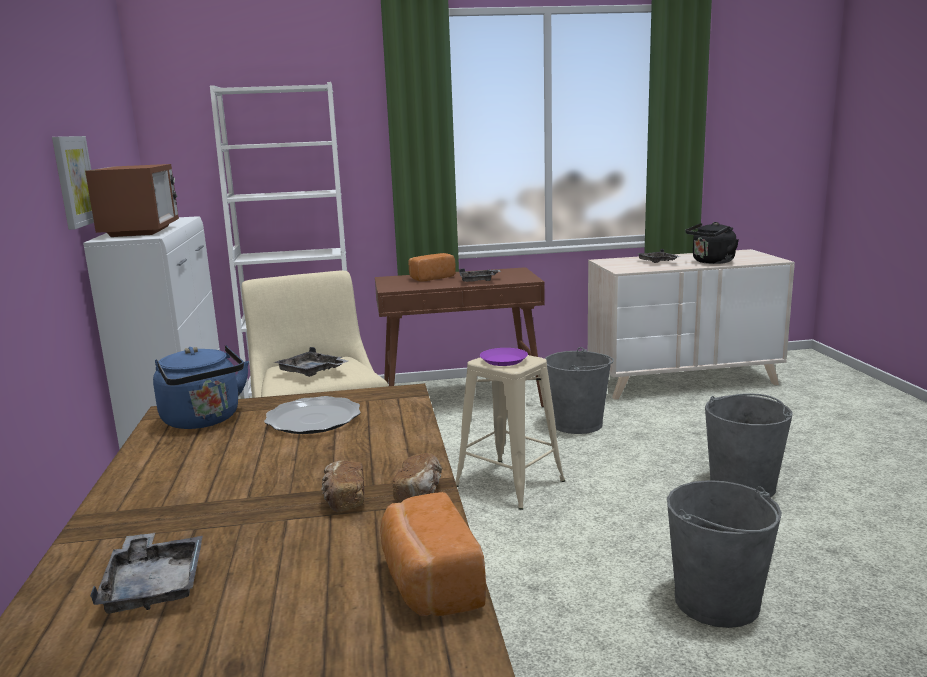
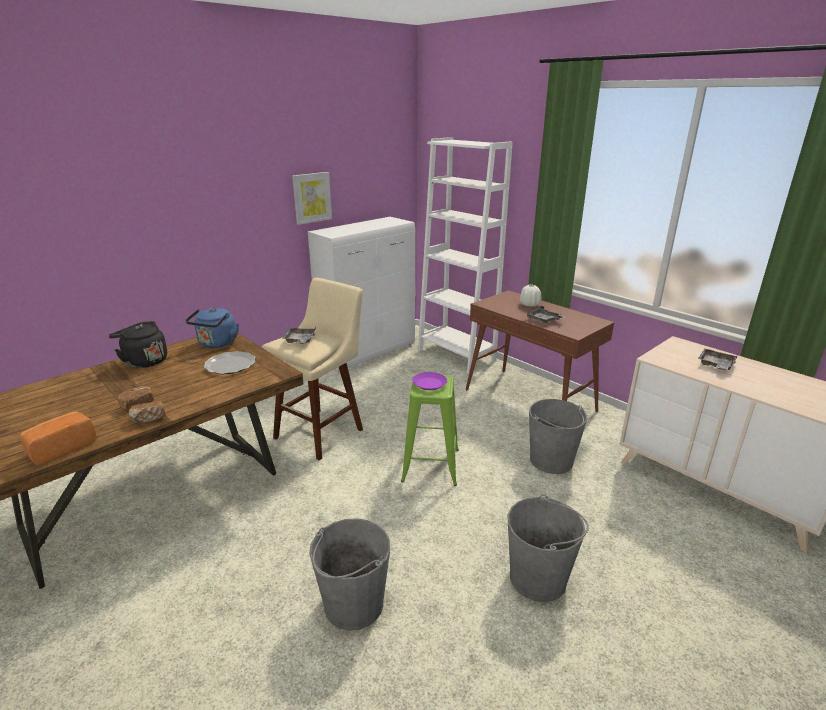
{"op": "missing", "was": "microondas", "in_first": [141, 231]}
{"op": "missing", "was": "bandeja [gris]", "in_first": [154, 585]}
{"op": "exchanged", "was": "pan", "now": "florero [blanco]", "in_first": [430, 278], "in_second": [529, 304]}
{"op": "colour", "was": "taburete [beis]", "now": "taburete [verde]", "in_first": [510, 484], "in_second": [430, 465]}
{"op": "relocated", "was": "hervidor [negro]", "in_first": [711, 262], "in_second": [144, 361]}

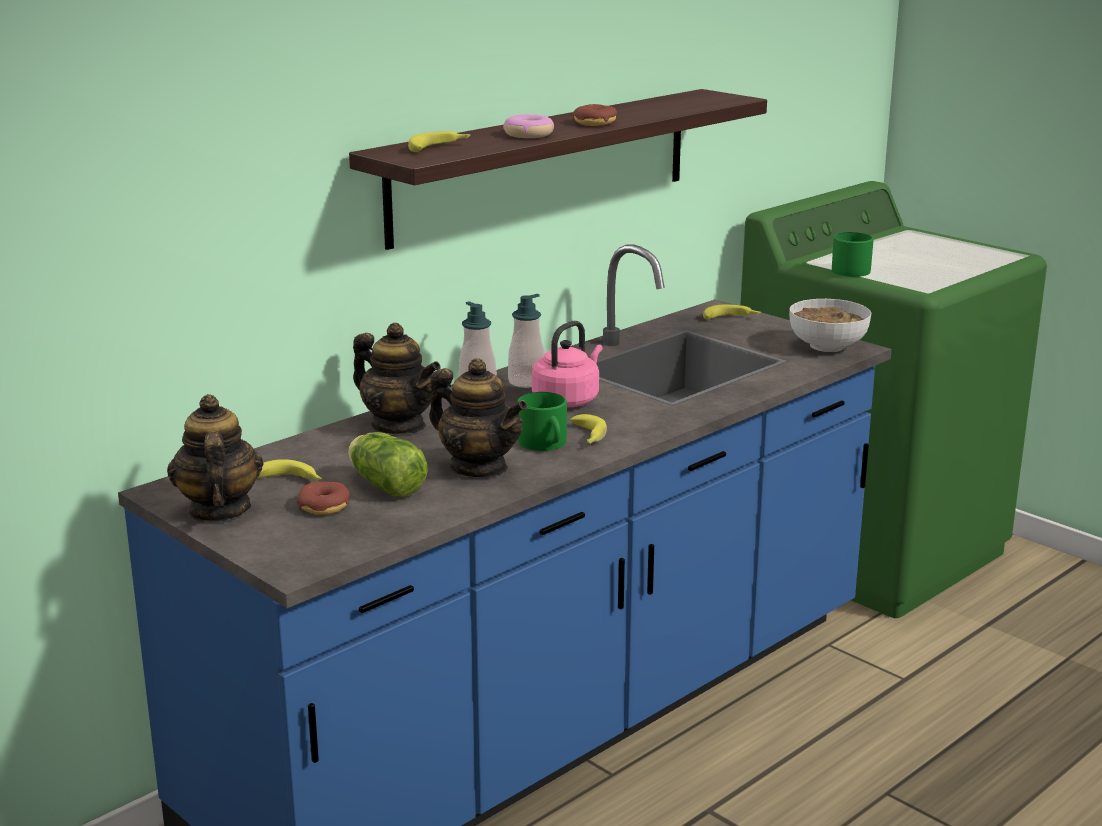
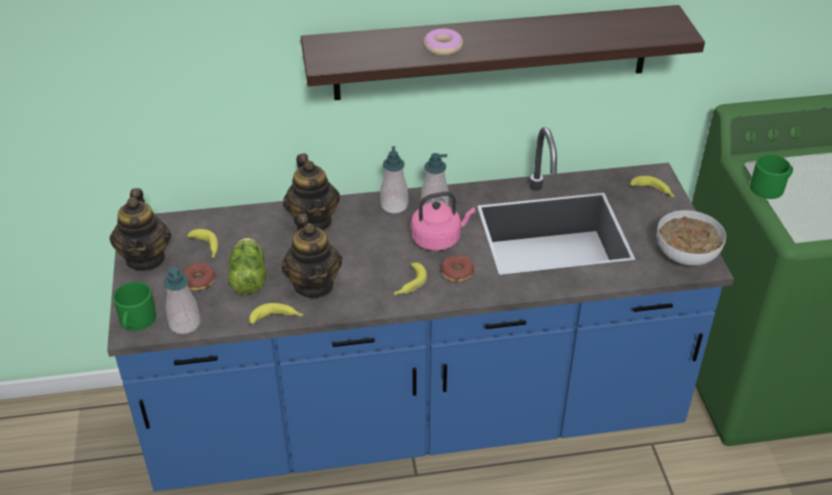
{"op": "spun", "was": "tetera", "in_first": [218, 510], "in_second": [146, 258], "clockwise": 150}
{"op": "relocated", "was": "plátano", "in_first": [439, 148], "in_second": [277, 318]}
{"op": "relocated", "was": "taza grande [verde]", "in_first": [545, 443], "in_second": [136, 321]}
{"op": "relocated", "was": "rosquilla", "in_first": [595, 123], "in_second": [457, 272]}
{"op": "appeared", "now": "dispensador de jabón", "in_second": [185, 324]}

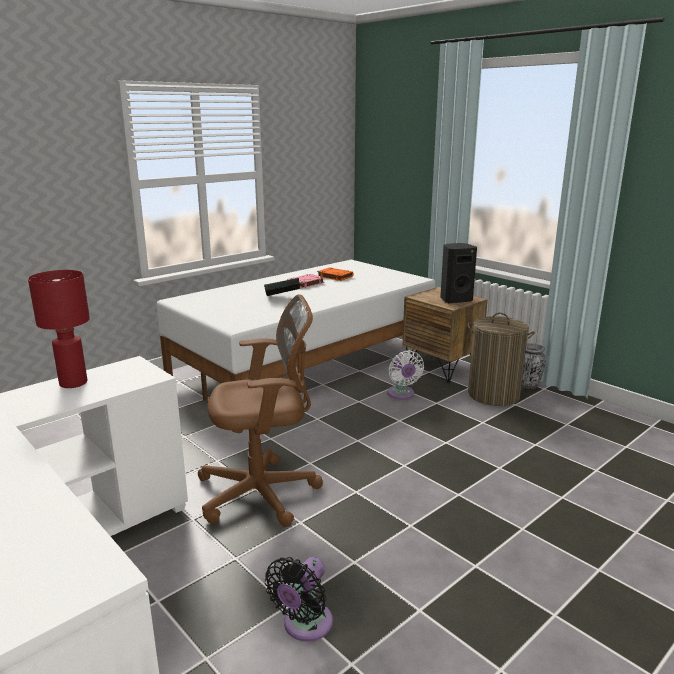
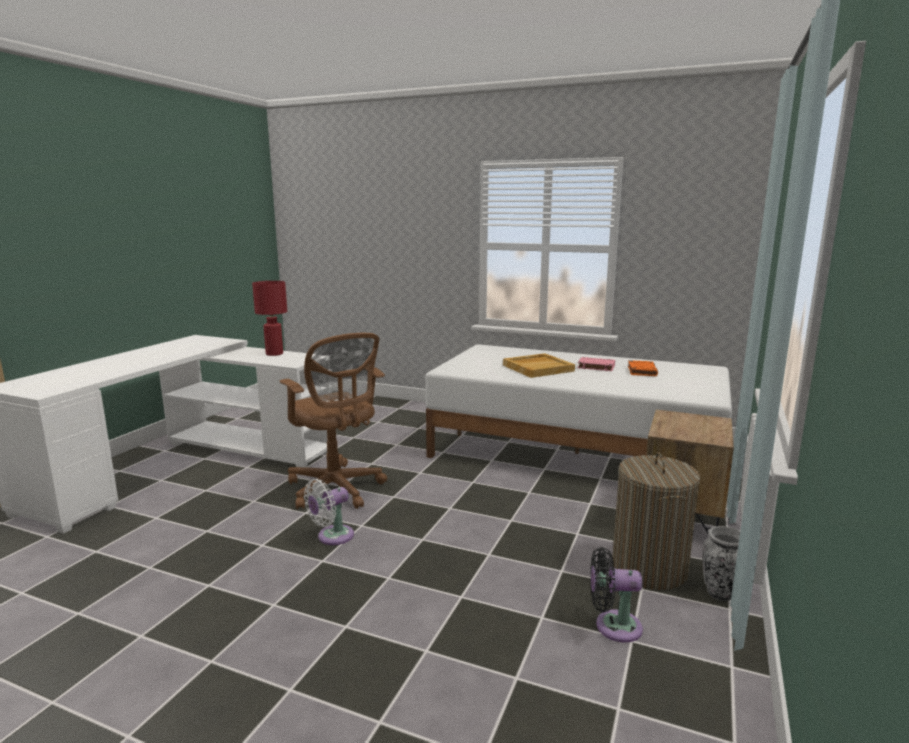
{"op": "exchanged", "was": "libro", "now": "bandeja [beis]", "in_first": [282, 298], "in_second": [538, 368]}
{"op": "relocated", "was": "ventilador [negro]", "in_first": [304, 625], "in_second": [613, 626]}
{"op": "relocated", "was": "ventilador [blanco]", "in_first": [401, 394], "in_second": [332, 537]}
{"op": "missing", "was": "altavoz [negro]", "in_first": [455, 300]}

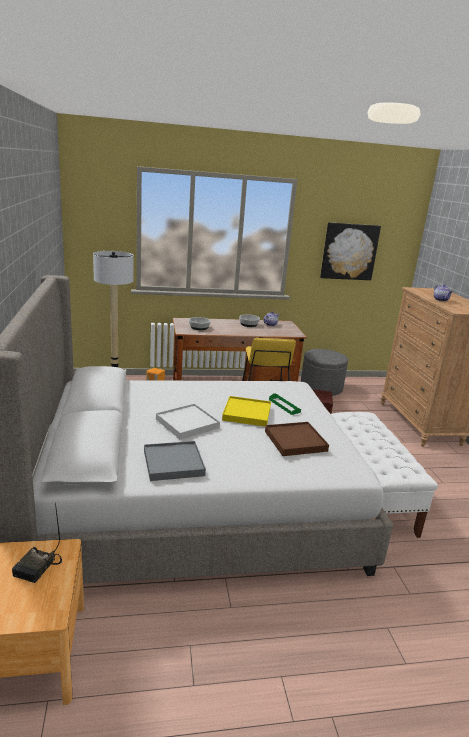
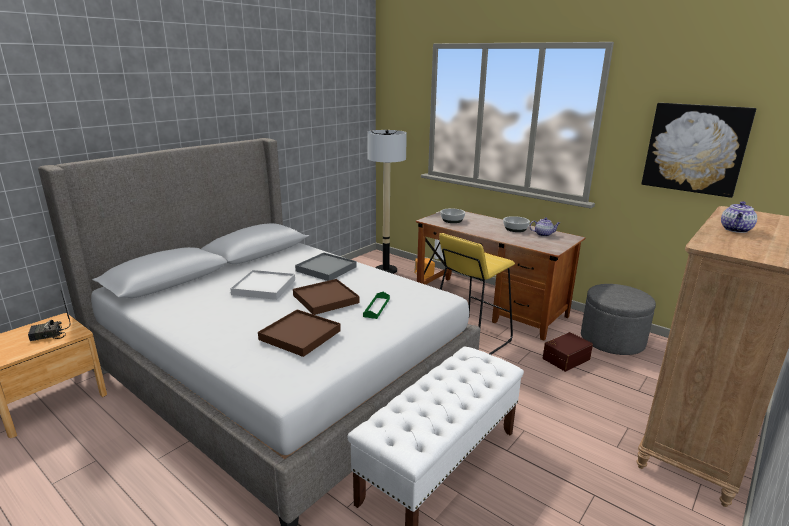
{"op": "relocated", "was": "bandeja [gris]", "in_first": [173, 463], "in_second": [326, 269]}
{"op": "colour", "was": "bandeja [amarillo]", "now": "bandeja [marrón]", "in_first": [246, 413], "in_second": [325, 299]}

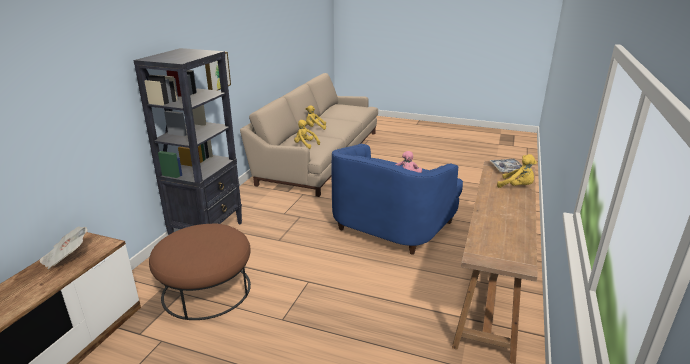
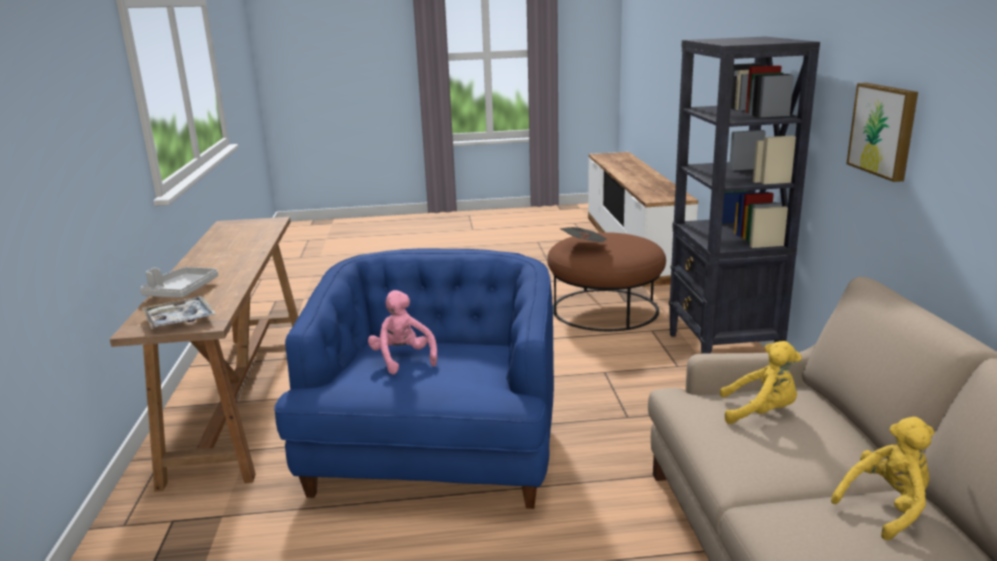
{"op": "relocated", "was": "periódico", "in_first": [66, 257], "in_second": [585, 247]}
{"op": "exchanged", "was": "peluche [amarillo]", "now": "bandeja [gris]", "in_first": [517, 187], "in_second": [181, 291]}

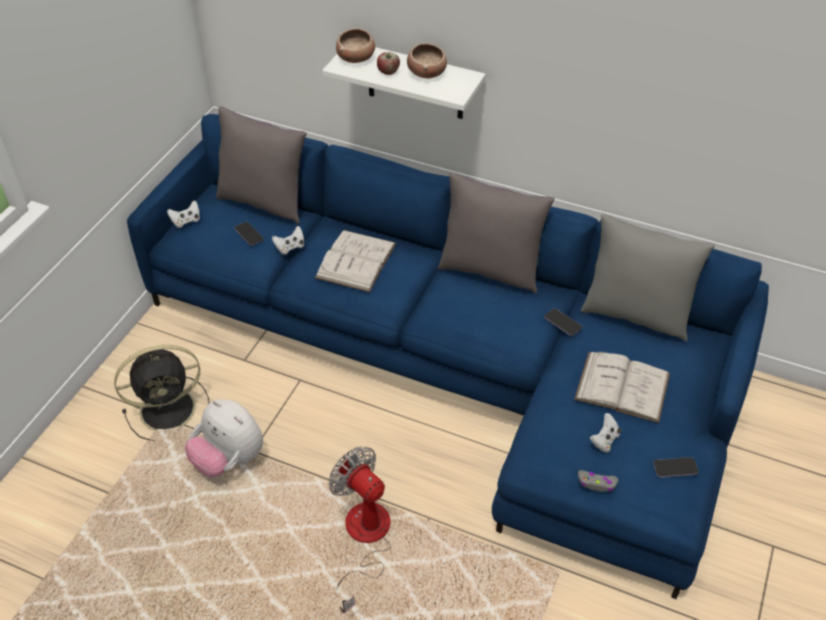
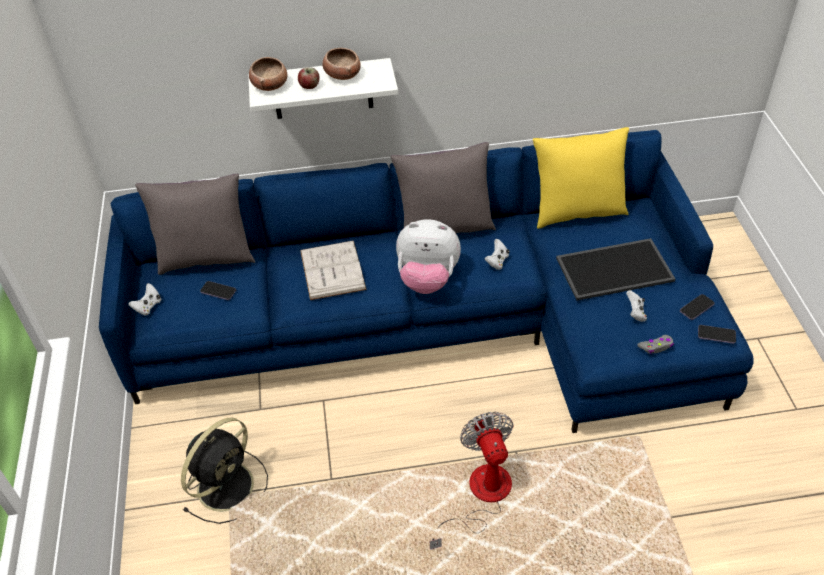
{"op": "relocated", "was": "peluche", "in_first": [229, 459], "in_second": [427, 279]}
{"op": "relocated", "was": "mando de consola [blanco]", "in_first": [290, 247], "in_second": [497, 261]}
{"op": "spun", "was": "ventilador", "in_first": [364, 539], "in_second": [481, 496], "clockwise": 60}
{"op": "relocated", "was": "móvil", "in_first": [562, 323], "in_second": [716, 335]}
{"op": "exchanged", "was": "libro [blanco]", "now": "bandeja", "in_first": [622, 386], "in_second": [615, 268]}
{"op": "colour", "was": "cojín [gris]", "now": "cojín [amarillo]", "in_first": [635, 314], "in_second": [577, 212]}

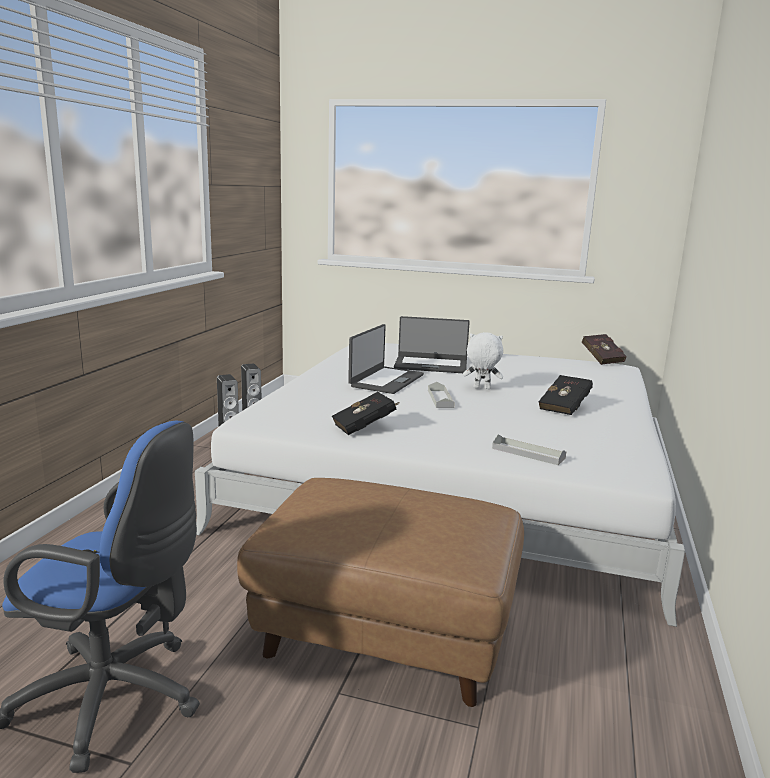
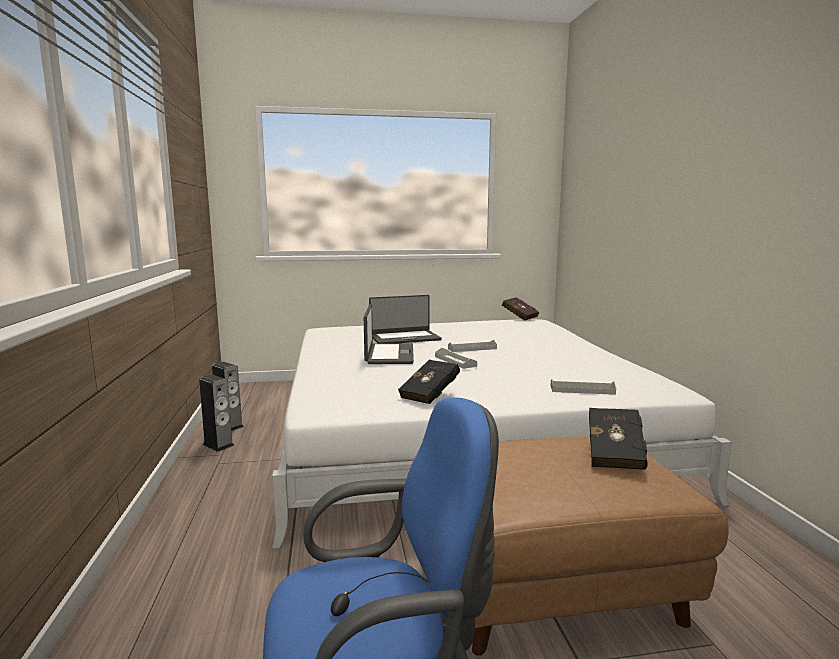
{"op": "exchanged", "was": "peluche [blanco]", "now": "bandeja [gris]", "in_first": [481, 388], "in_second": [472, 348]}
{"op": "relocated", "was": "libro [negro]", "in_first": [566, 407], "in_second": [615, 454]}

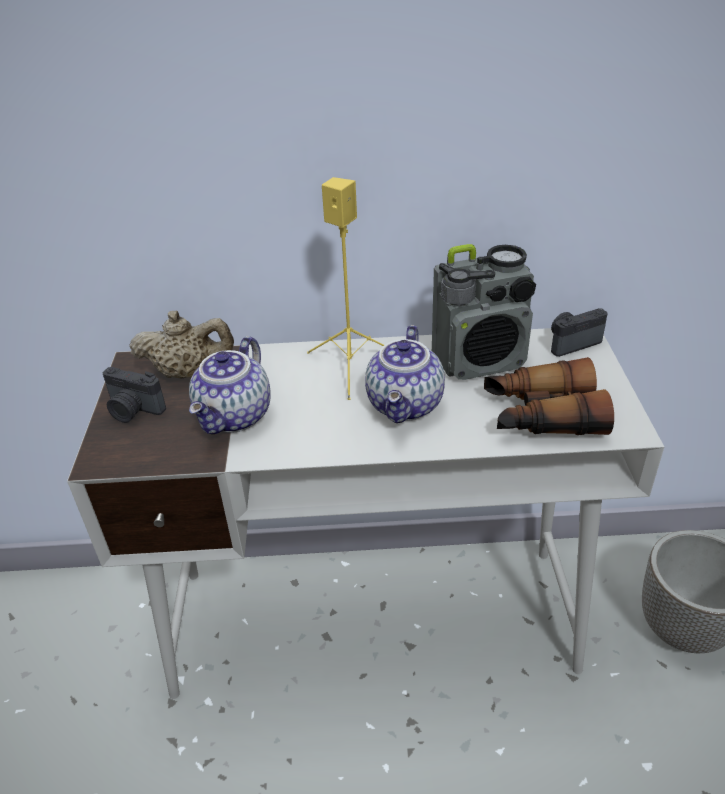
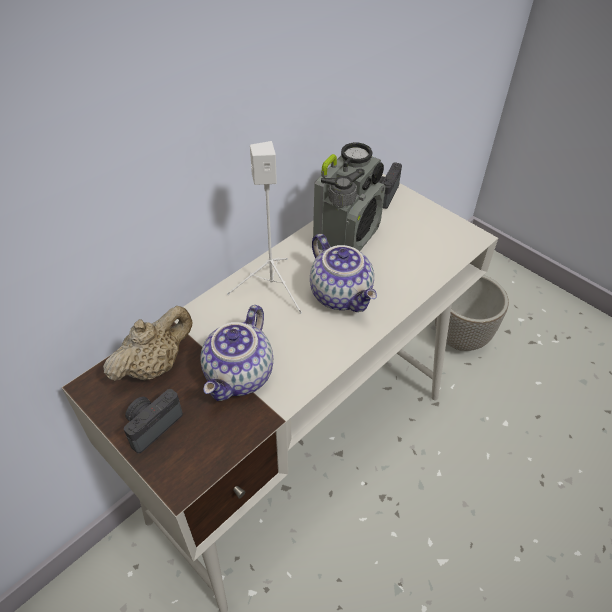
{"op": "spun", "was": "cámara", "in_first": [133, 410], "in_second": [151, 425], "clockwise": 150}
{"op": "spun", "was": "tetera", "in_first": [236, 417], "in_second": [240, 376], "clockwise": 45}
{"op": "colour", "was": "altavoz [amarillo]", "now": "altavoz [blanco]", "in_first": [351, 366], "in_second": [271, 287]}
{"op": "missing", "was": "prismáticos", "in_first": [541, 415]}

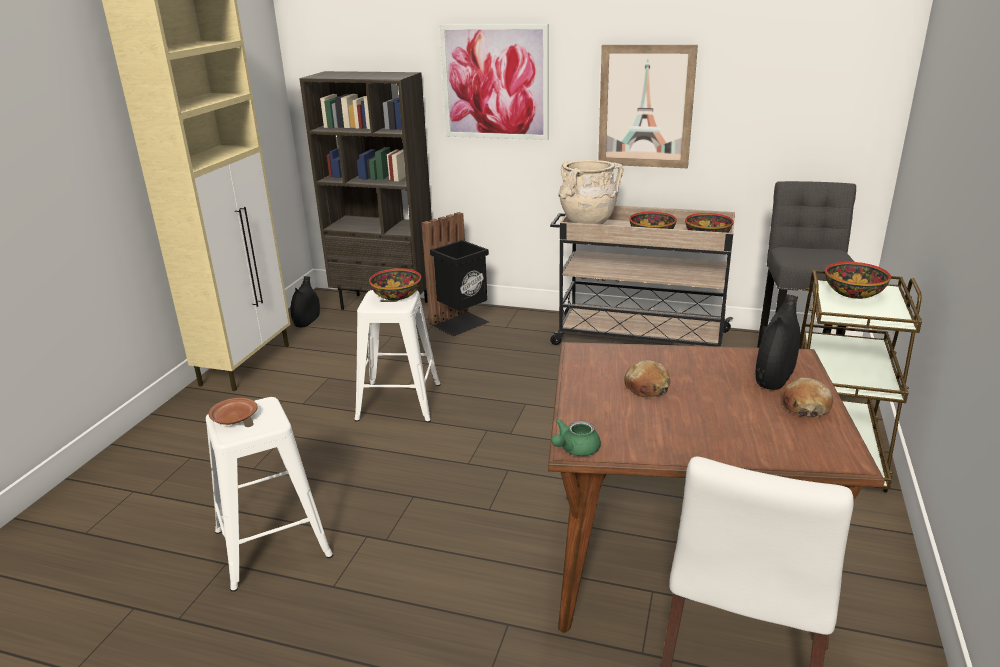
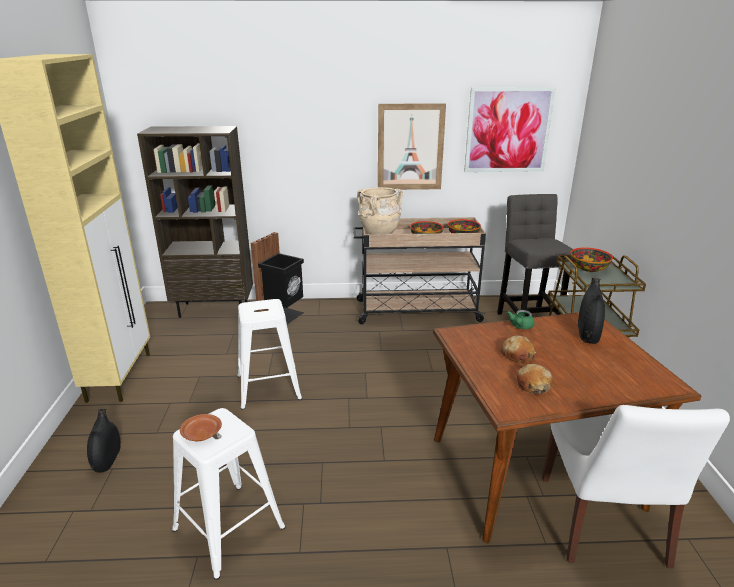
{"op": "relocated", "was": "florero [negro]", "in_first": [307, 321], "in_second": [107, 459]}
{"op": "missing", "was": "cuenco", "in_first": [396, 295]}
{"op": "relocated", "was": "cuadro", "in_first": [495, 82], "in_second": [508, 130]}
{"op": "relocated", "was": "tetera [verde]", "in_first": [575, 449], "in_second": [520, 326]}
{"op": "relocated", "was": "pan", "in_first": [805, 406], "in_second": [533, 385]}

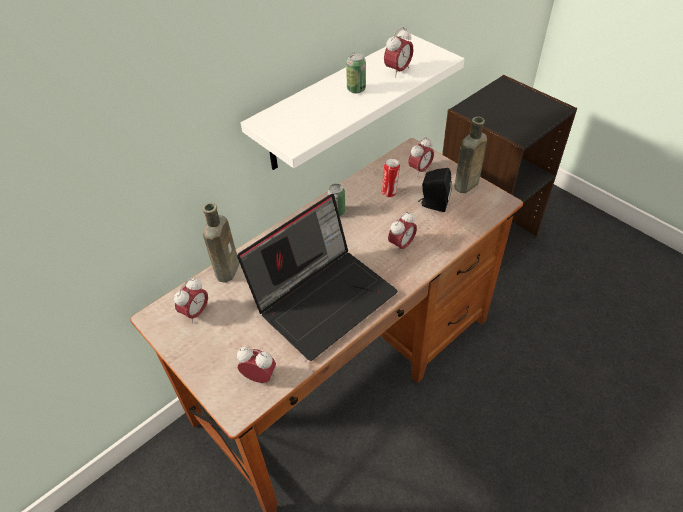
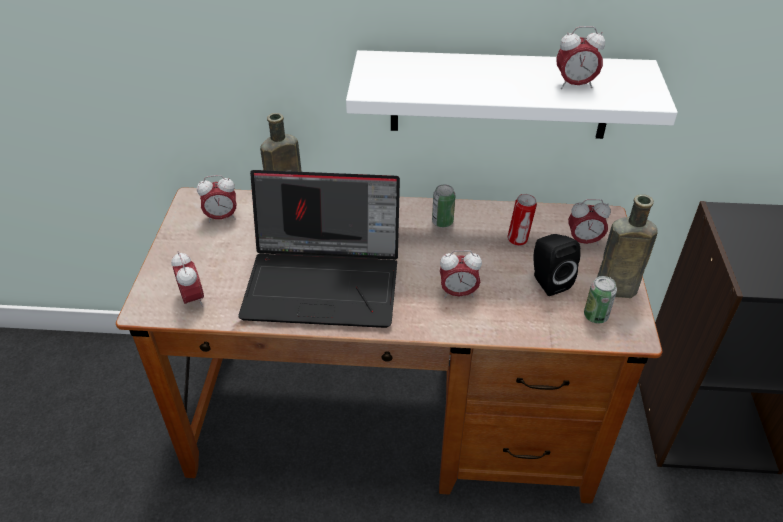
{"op": "relocated", "was": "lata", "in_first": [356, 89], "in_second": [595, 316]}

